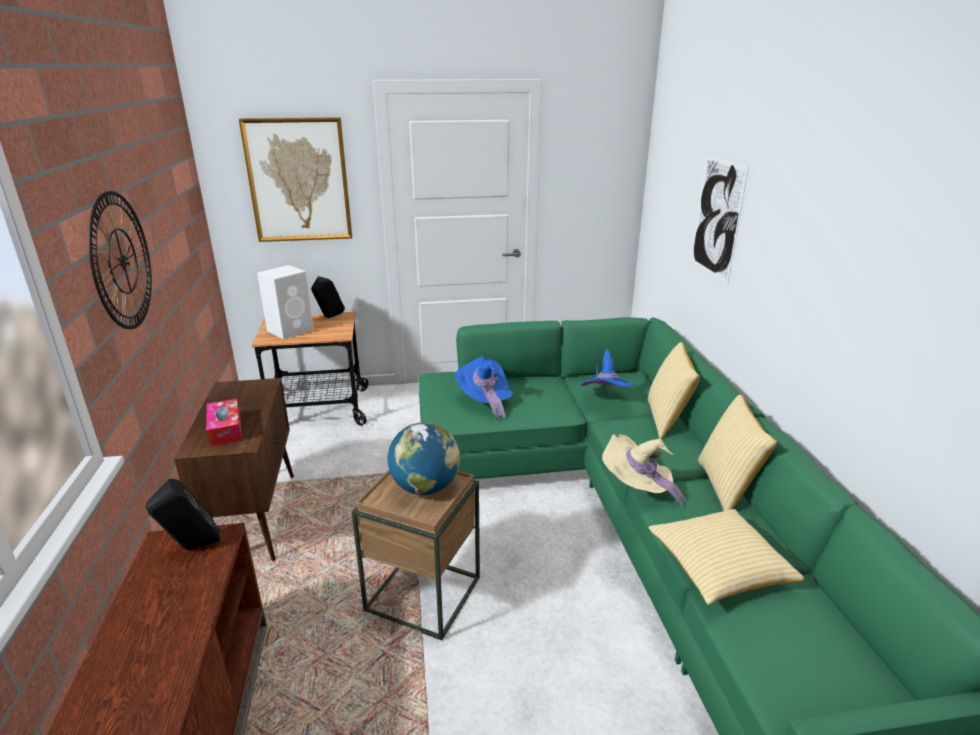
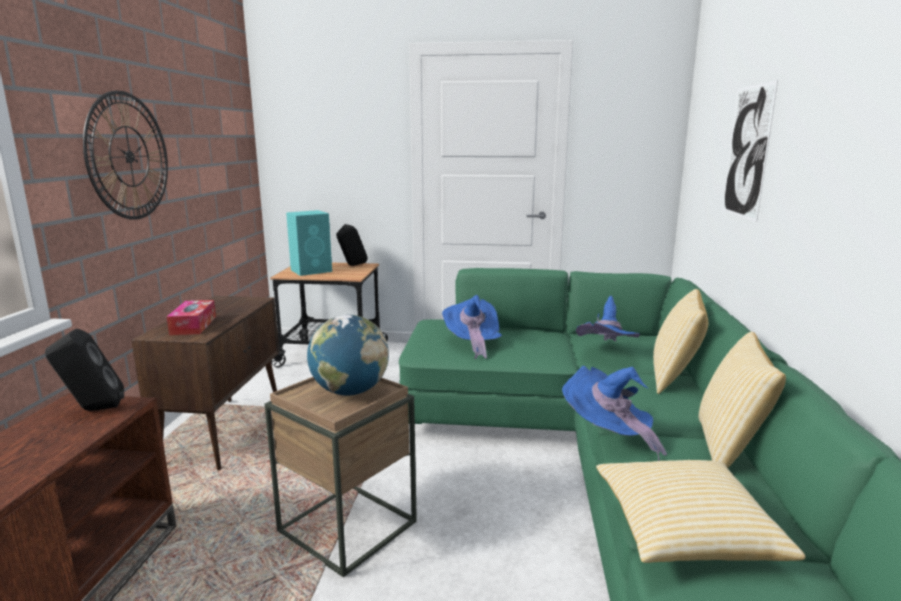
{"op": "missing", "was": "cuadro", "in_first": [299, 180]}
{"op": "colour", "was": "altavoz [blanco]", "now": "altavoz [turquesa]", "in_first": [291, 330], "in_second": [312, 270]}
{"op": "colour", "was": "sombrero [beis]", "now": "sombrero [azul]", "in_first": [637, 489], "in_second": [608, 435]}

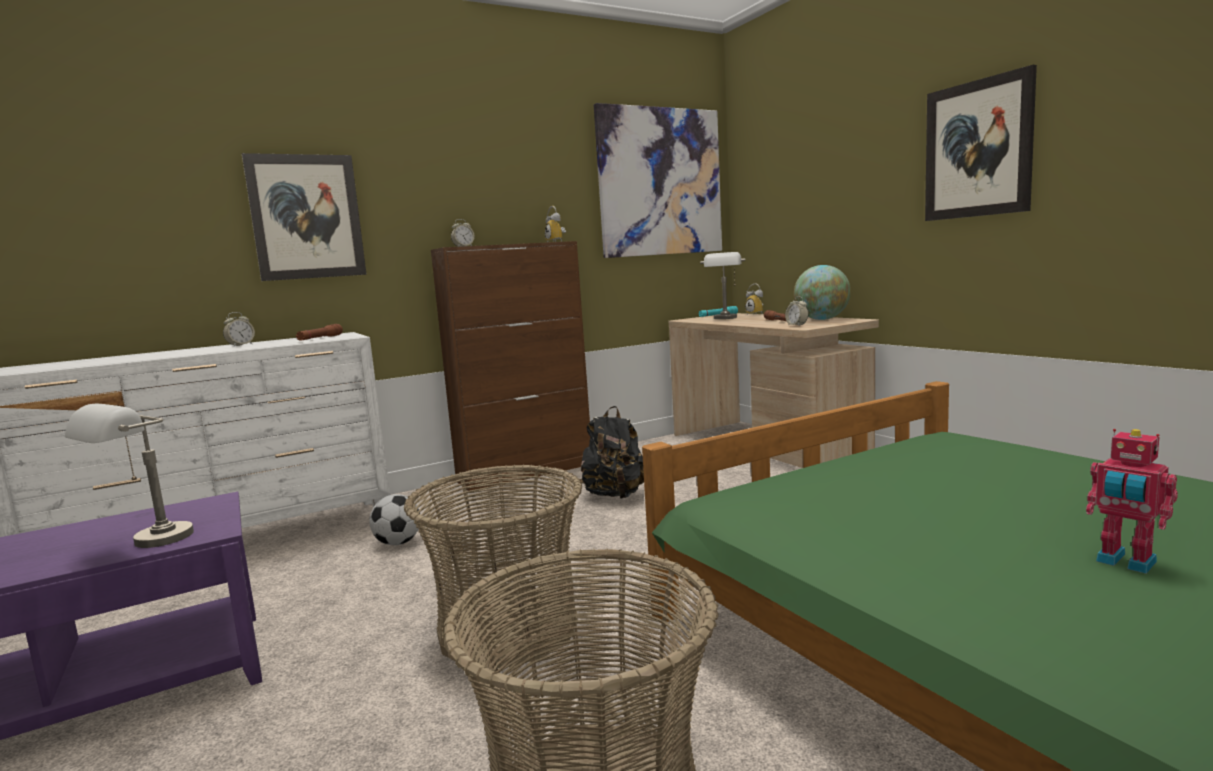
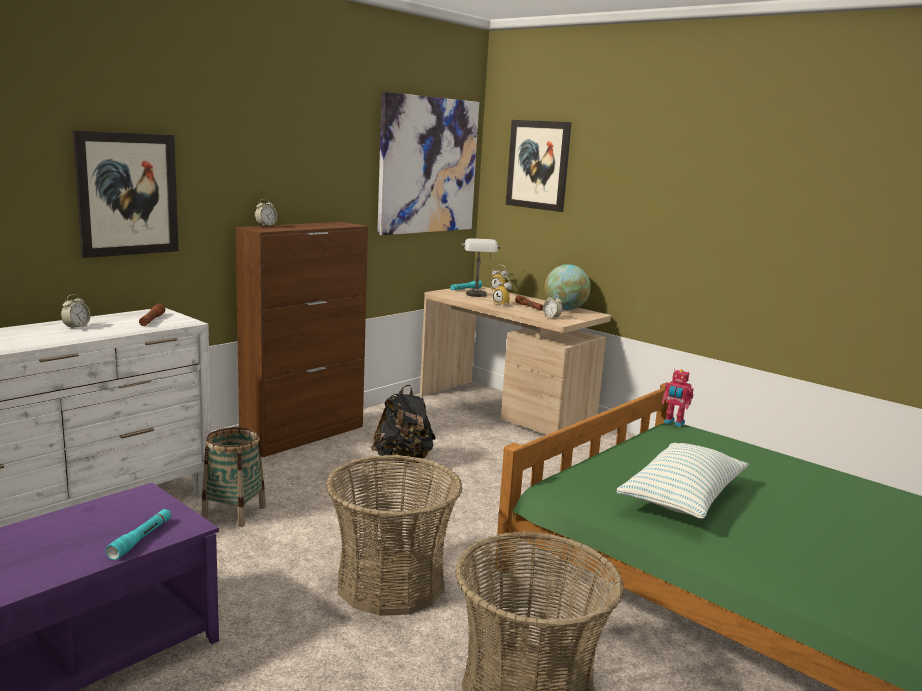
{"op": "exchanged", "was": "lámpara de mesa [gris]", "now": "linterna [turquesa]", "in_first": [145, 544], "in_second": [141, 539]}
{"op": "exchanged", "was": "balón de fútbol", "now": "cesta", "in_first": [398, 543], "in_second": [234, 512]}
{"op": "relocated", "was": "despertador", "in_first": [557, 242], "in_second": [503, 304]}
{"op": "relocated", "was": "cuadro", "in_first": [978, 149], "in_second": [538, 165]}
{"op": "relocated", "was": "robot de juguete", "in_first": [1125, 562], "in_second": [673, 423]}
{"op": "appeared", "now": "cojín", "in_second": [682, 498]}

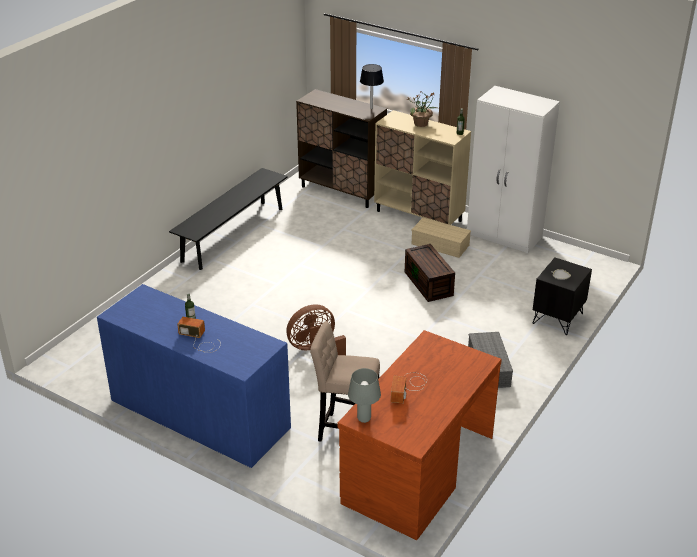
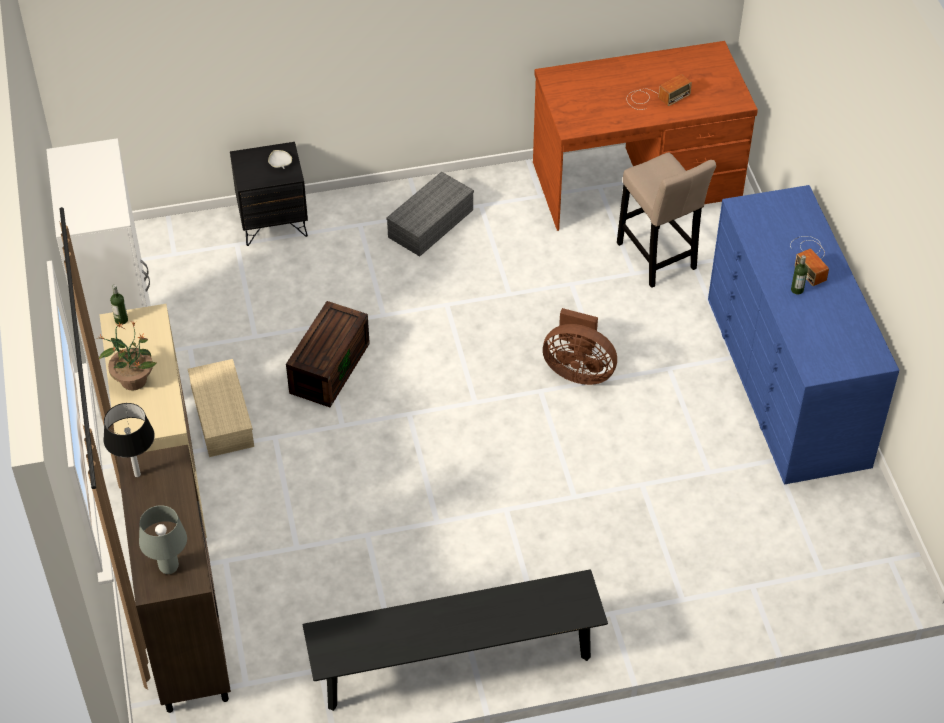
{"op": "relocated", "was": "lámpara de mesa [gris]", "in_first": [364, 418], "in_second": [168, 567]}

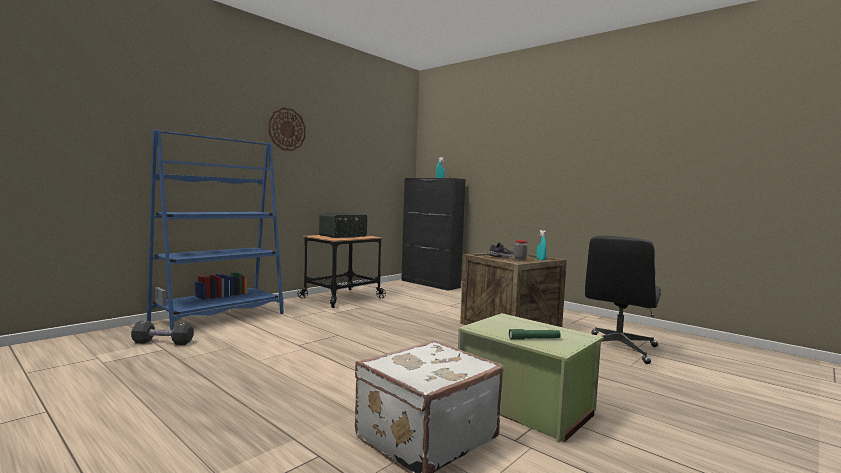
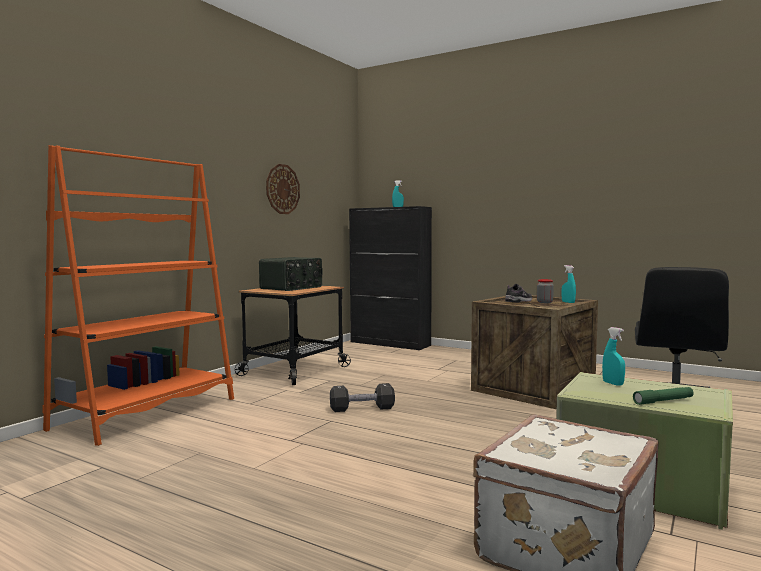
{"op": "relocated", "was": "mancuerna [negro]", "in_first": [163, 342], "in_second": [362, 409]}
{"op": "colour", "was": "estantería [azul]", "now": "estantería [naranja]", "in_first": [219, 318], "in_second": [147, 414]}
{"op": "relocated", "was": "reloj de pared", "in_first": [287, 129], "in_second": [282, 189]}
{"op": "appeared", "now": "pulverizador [turquesa]", "in_second": [613, 383]}

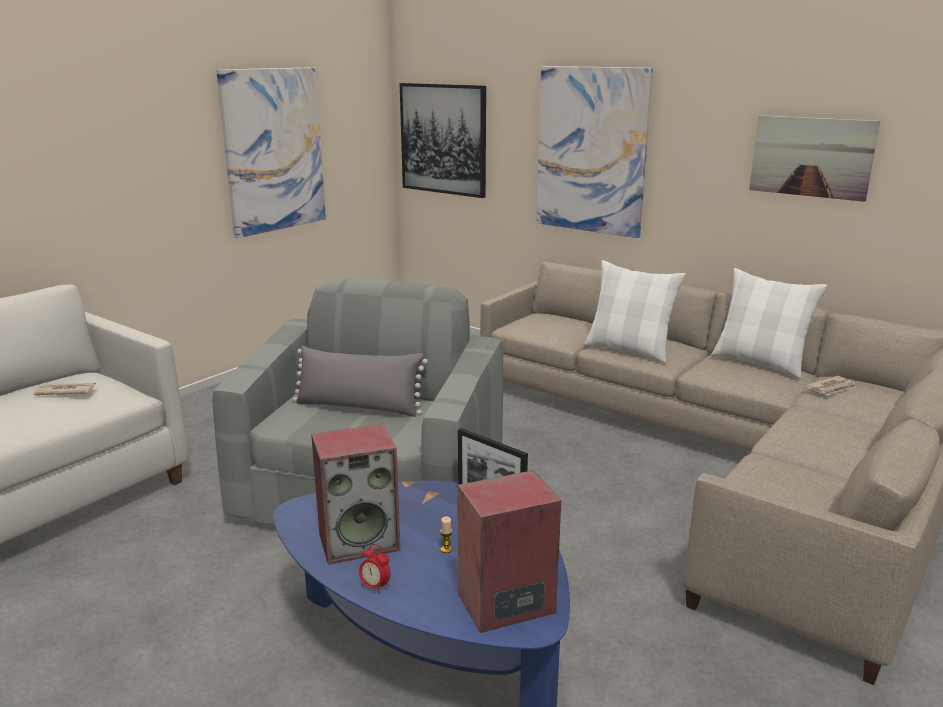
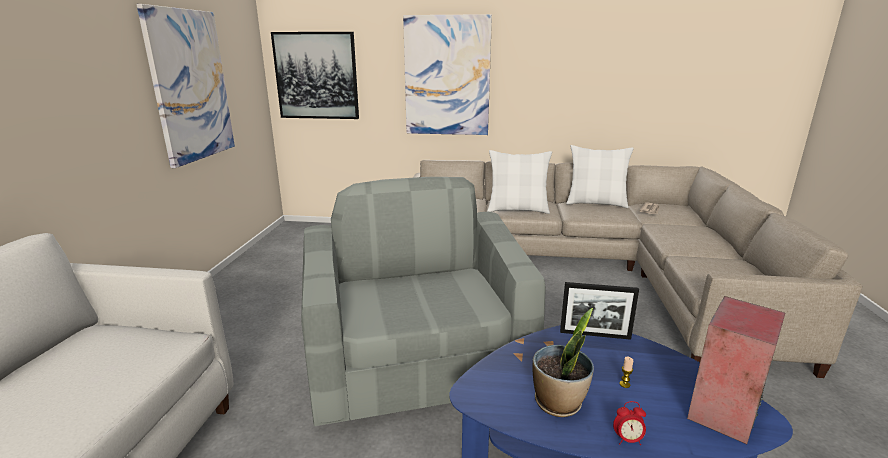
{"op": "missing", "was": "periódico", "in_first": [65, 391]}
{"op": "missing", "was": "cojín [gris]", "in_first": [359, 407]}
{"op": "exchanged", "was": "altavoz", "now": "planta en maceta", "in_first": [360, 541], "in_second": [558, 403]}
{"op": "missing", "was": "cuadro", "in_first": [811, 157]}

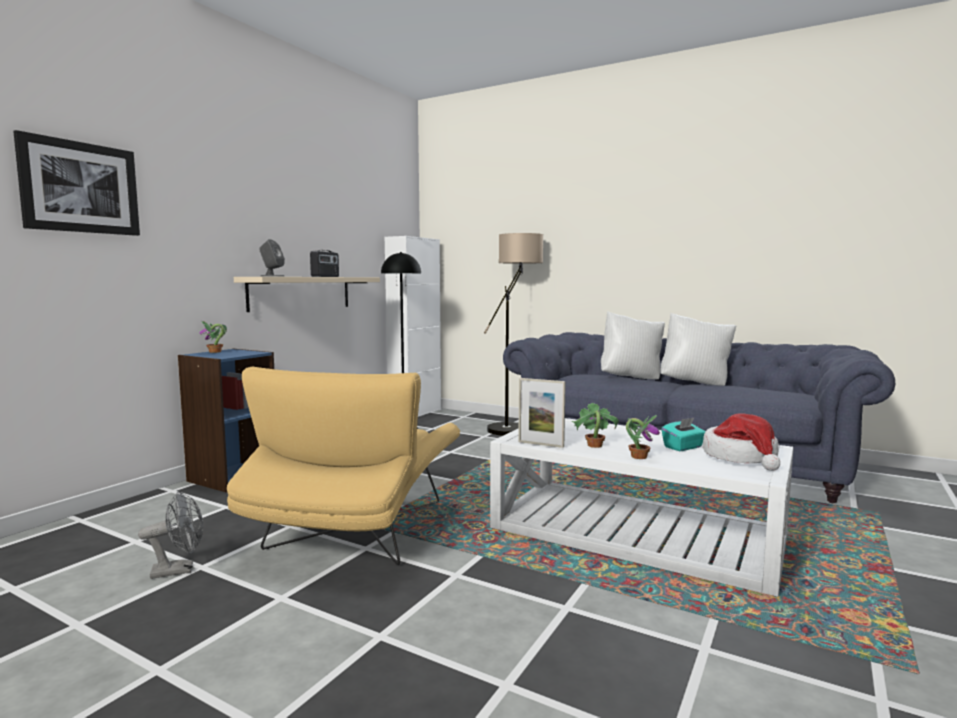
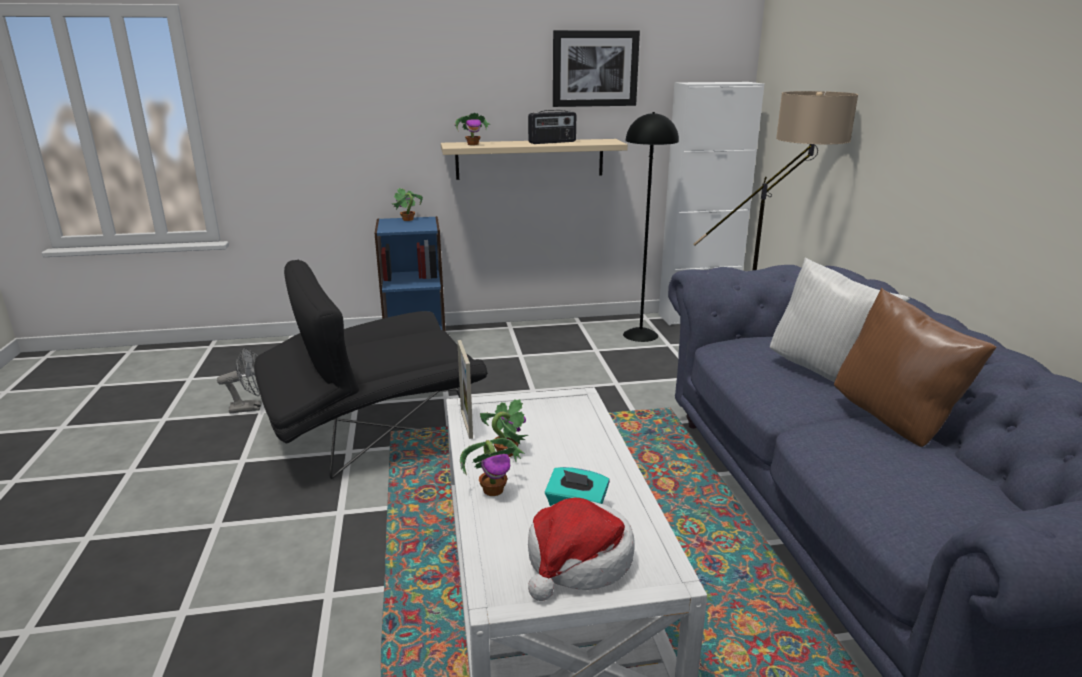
{"op": "relocated", "was": "cuadro", "in_first": [80, 187], "in_second": [595, 68]}
{"op": "spun", "was": "ventilador [gris]", "in_first": [179, 570], "in_second": [251, 407], "clockwise": -45}
{"op": "colour", "was": "sillón [amarillo]", "now": "sillón [negro]", "in_first": [355, 531], "in_second": [373, 432]}
{"op": "exchanged", "was": "altavoz [gris]", "now": "planta en maceta", "in_first": [272, 276], "in_second": [473, 144]}
{"op": "colour", "was": "cojín [blanco]", "now": "cojín [marrón]", "in_first": [695, 383], "in_second": [895, 422]}

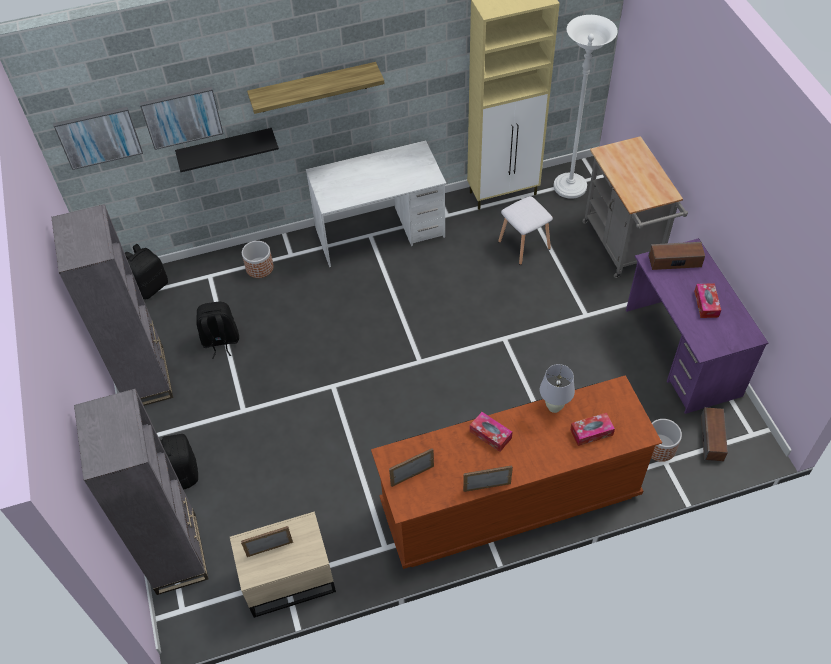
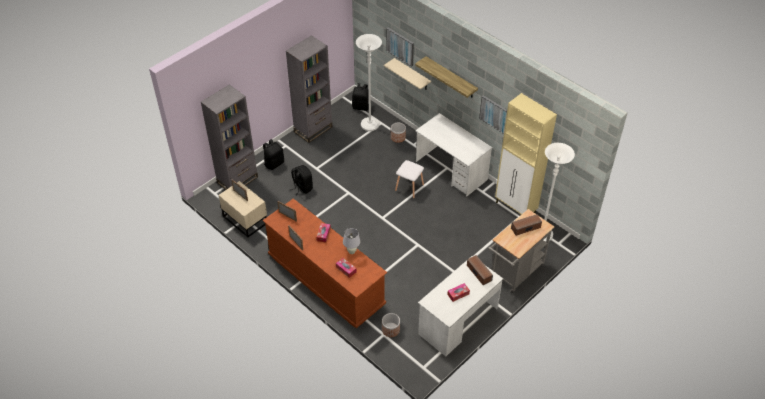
{"op": "relocated", "was": "cuadro", "in_first": [99, 137], "in_second": [496, 115]}
{"op": "colour", "was": "estante [negro]", "now": "estante [beis]", "in_first": [226, 149], "in_second": [412, 75]}
{"op": "relocated", "was": "mochila [negro]", "in_first": [220, 341], "in_second": [302, 187]}
{"op": "relocated", "was": "taburete [blanco]", "in_first": [523, 245], "in_second": [409, 187]}
{"op": "colour", "was": "escritorio [morado]", "now": "escritorio [blanco]", "in_first": [681, 352], "in_second": [458, 321]}
{"op": "relocated", "was": "altavoz", "in_first": [712, 438], "in_second": [526, 228]}
{"op": "appeared", "now": "lámpara de pie [blanco]", "in_second": [370, 125]}

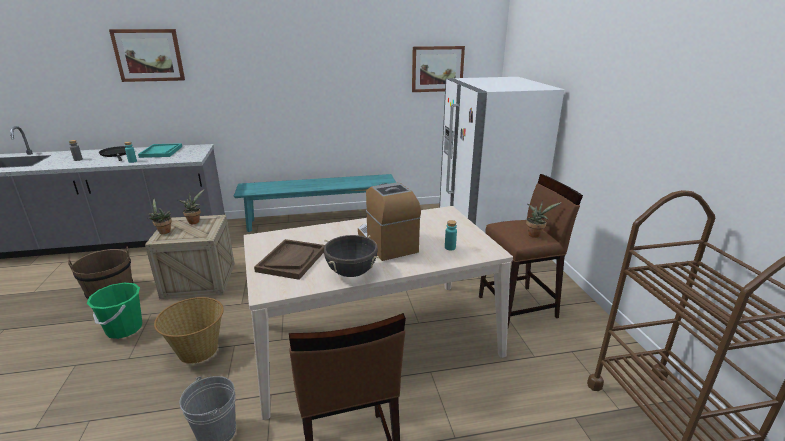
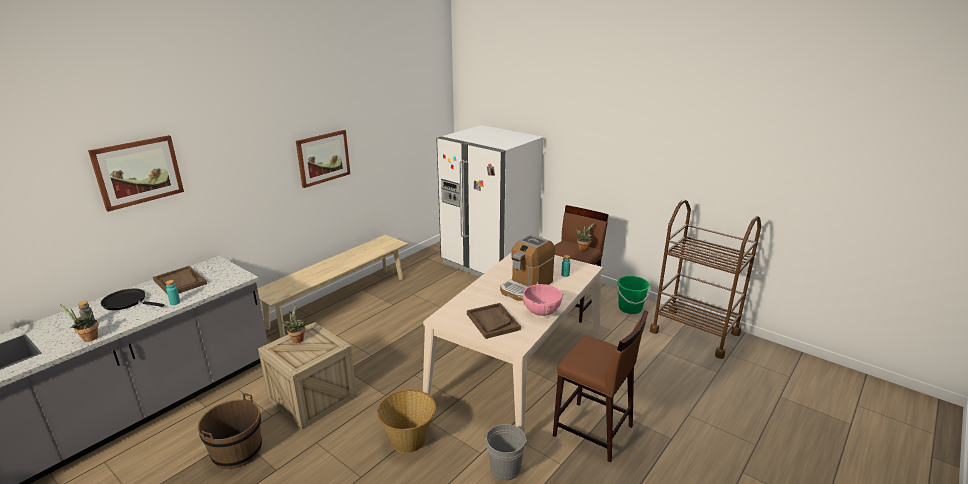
{"op": "relocated", "was": "cubo [verde]", "in_first": [124, 329], "in_second": [630, 308]}
{"op": "colour", "was": "bandeja [turquesa]", "now": "bandeja [marrón]", "in_first": [161, 152], "in_second": [180, 282]}
{"op": "relocated", "was": "planta en maceta", "in_first": [163, 231], "in_second": [88, 338]}
{"op": "colour", "was": "banco [turquesa]", "now": "banco [beis]", "in_first": [320, 220], "in_second": [339, 301]}
{"op": "colour", "was": "olla [negro]", "now": "olla [rosa]", "in_first": [351, 273], "in_second": [541, 312]}
{"op": "spun", "was": "cafetera", "in_first": [386, 243], "in_second": [526, 286], "clockwise": -75}
{"op": "relocated", "was": "cuadro", "in_first": [437, 69], "in_second": [323, 158]}

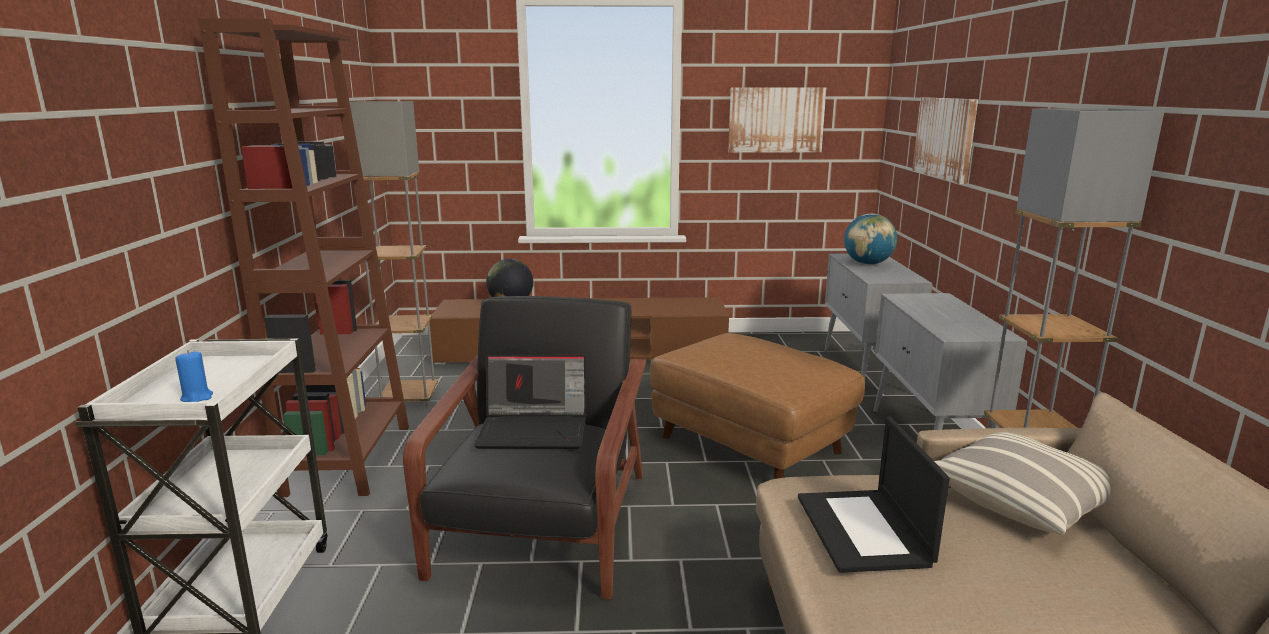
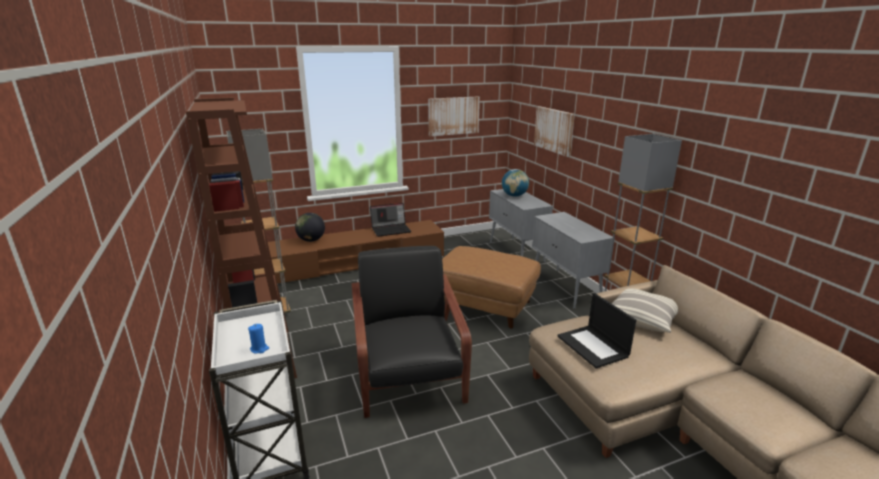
{"op": "relocated", "was": "portátil", "in_first": [535, 430], "in_second": [391, 229]}

